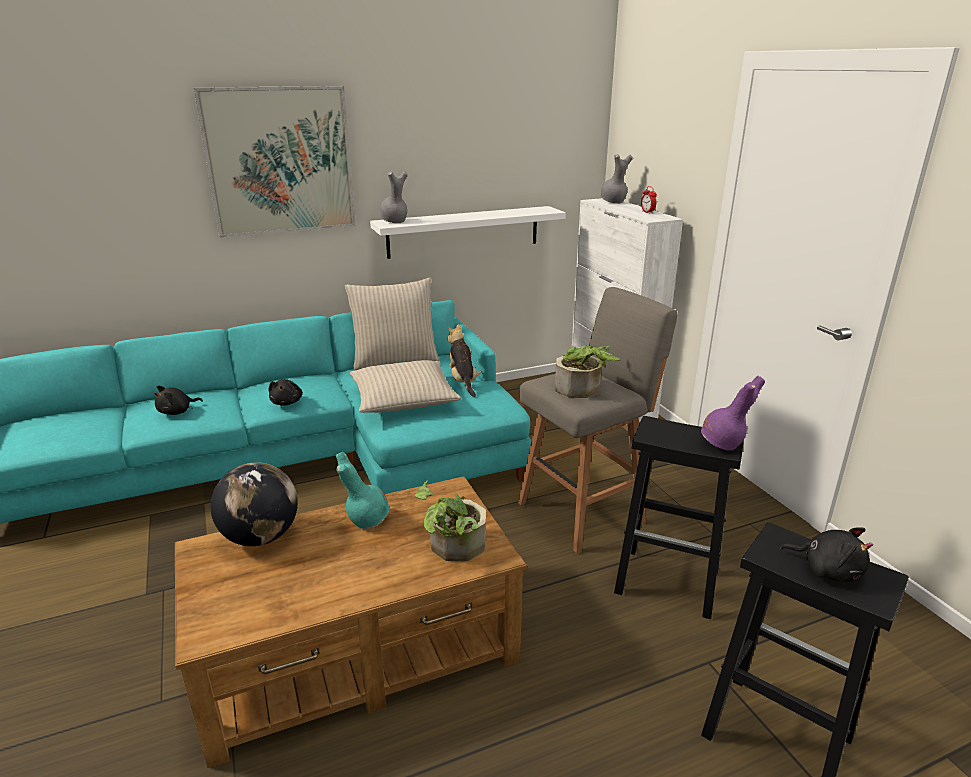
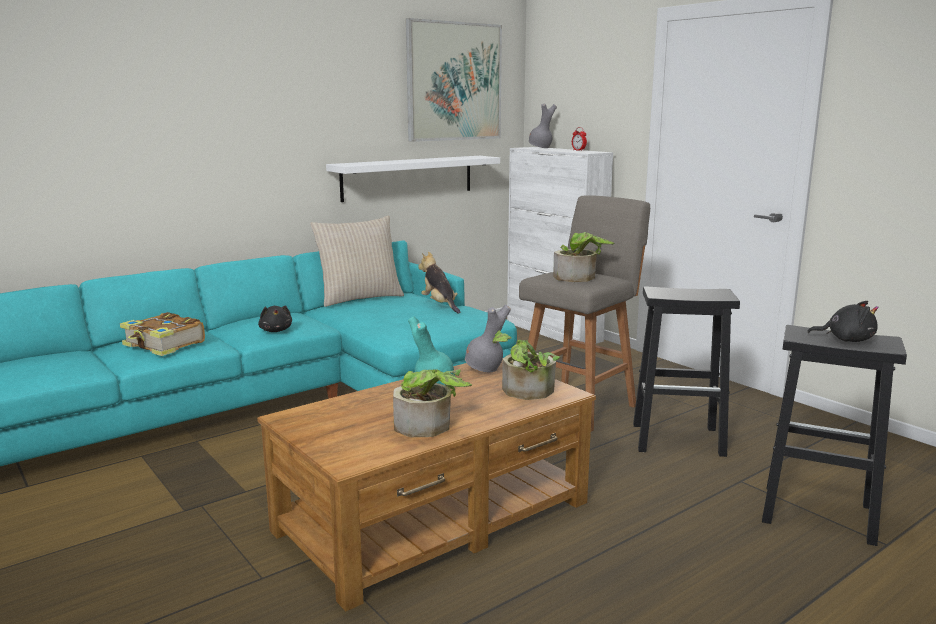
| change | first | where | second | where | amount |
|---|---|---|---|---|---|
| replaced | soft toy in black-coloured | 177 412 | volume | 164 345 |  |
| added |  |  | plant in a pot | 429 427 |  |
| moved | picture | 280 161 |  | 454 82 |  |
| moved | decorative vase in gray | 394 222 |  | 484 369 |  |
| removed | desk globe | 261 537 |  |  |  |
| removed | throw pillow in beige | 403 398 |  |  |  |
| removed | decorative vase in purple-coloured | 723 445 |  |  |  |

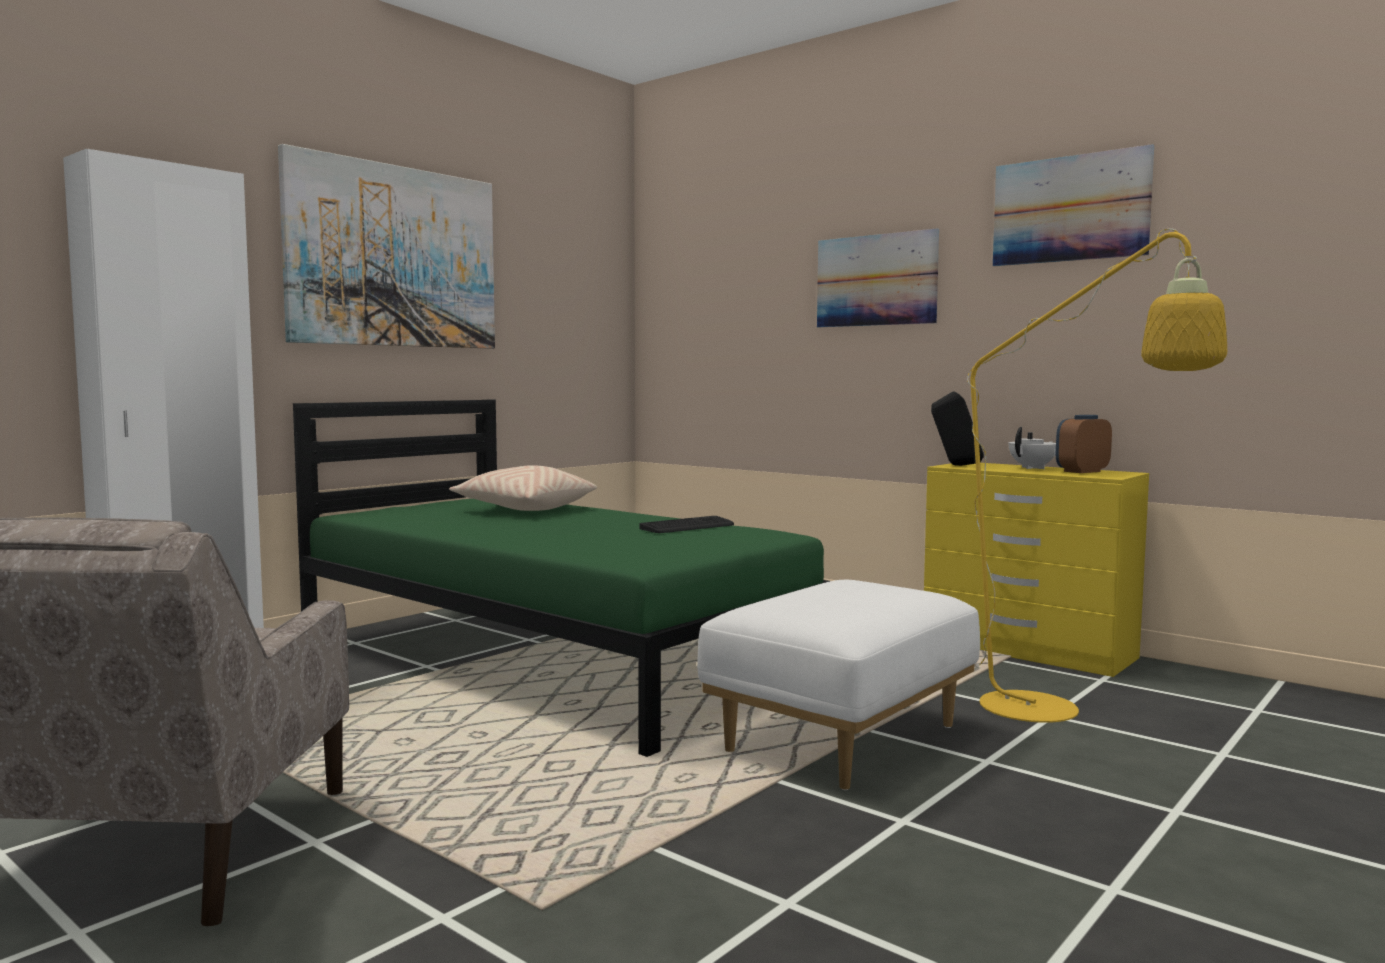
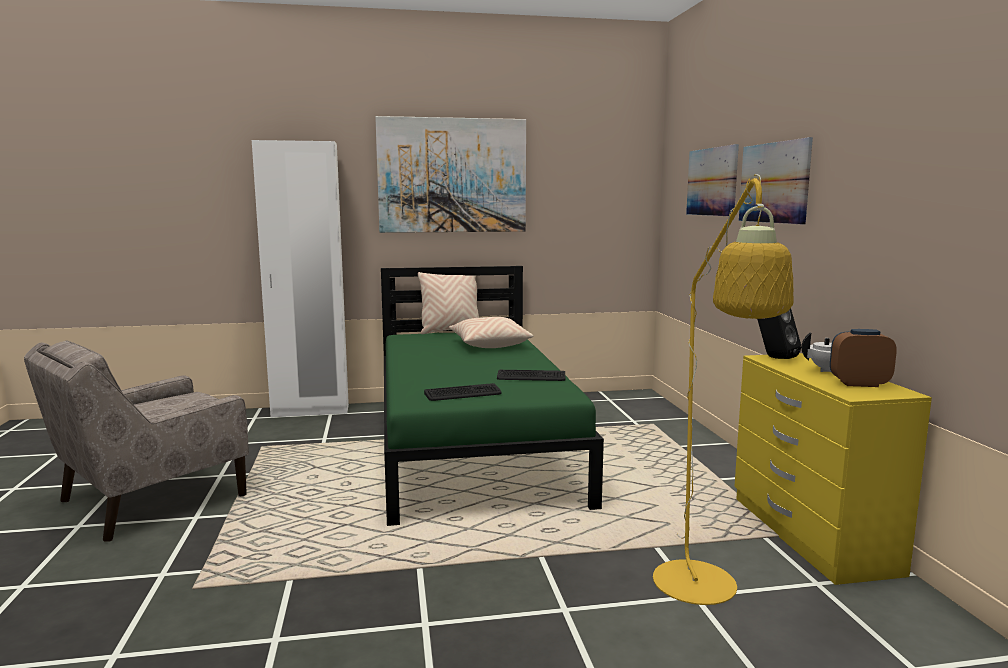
| change | first | where | second | where | amount |
|---|---|---|---|---|---|
| added |  |  | throw pillow in beige | 450 331 |  |
| added |  |  | keyboard | 463 394 |  |
| moved | picture | 1069 209 |  | 711 182 |  |
| removed | footrest in white-coloured | 841 738 |  |  |  |

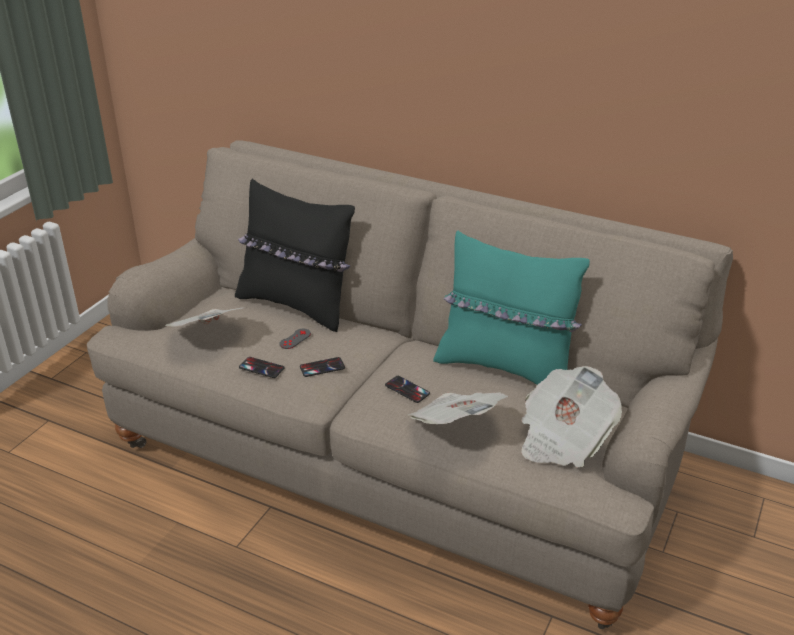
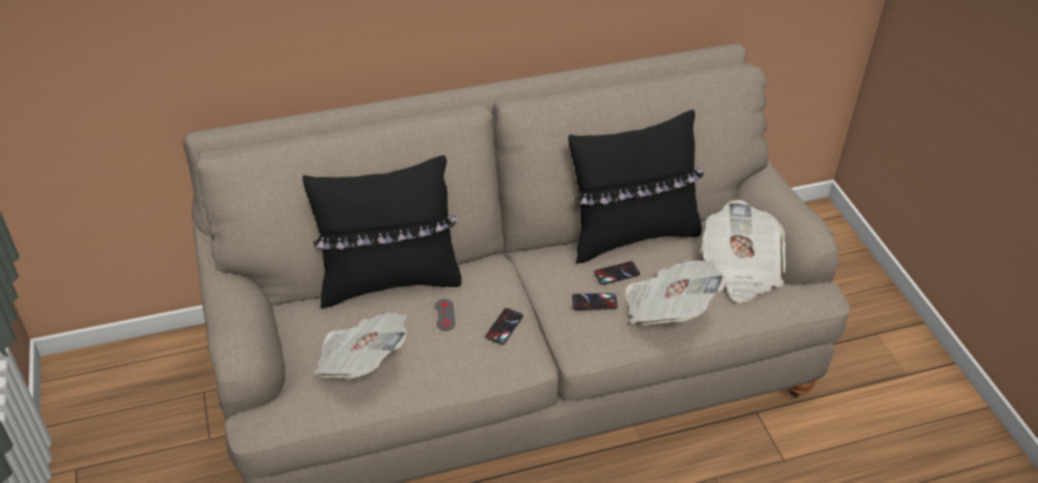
| change | first | where | second | where | amount |
|---|---|---|---|---|---|
| recoloured | throw pillow in blue-green | 505 367 | throw pillow in black-coloured | 631 235 |  |
| moved | telephone | 261 368 |  | 616 273 |  |

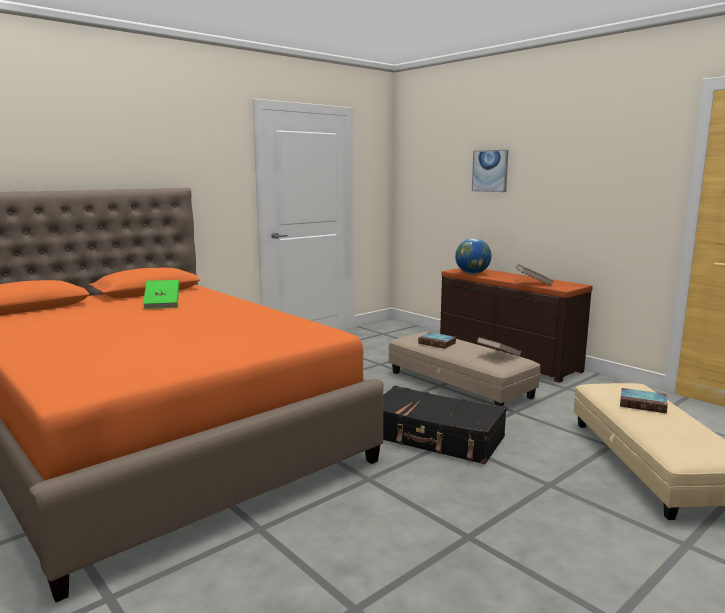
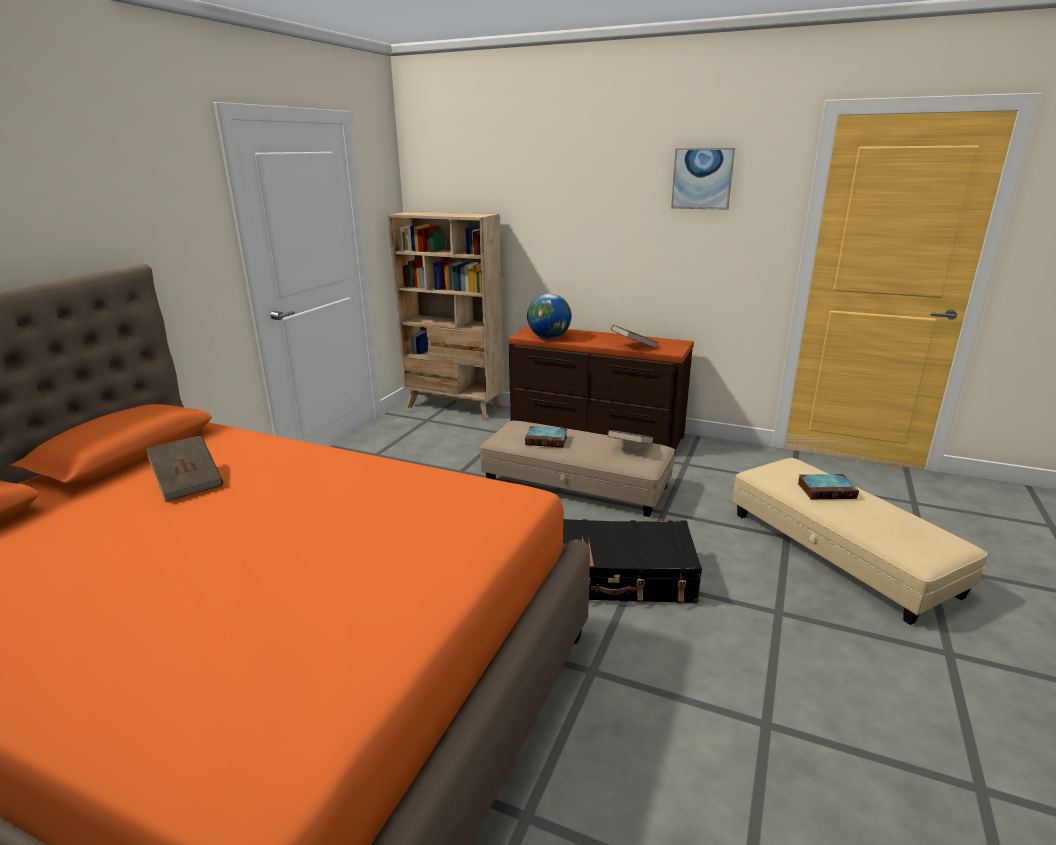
| change | first | where | second | where | amount |
|---|---|---|---|---|---|
| recoloured | volume in greenish | 162 304 | volume in brownish | 188 482 |  |
| added |  |  | shelving unit in beige | 454 407 |  |
| moved | picture | 490 171 |  | 702 178 |  |

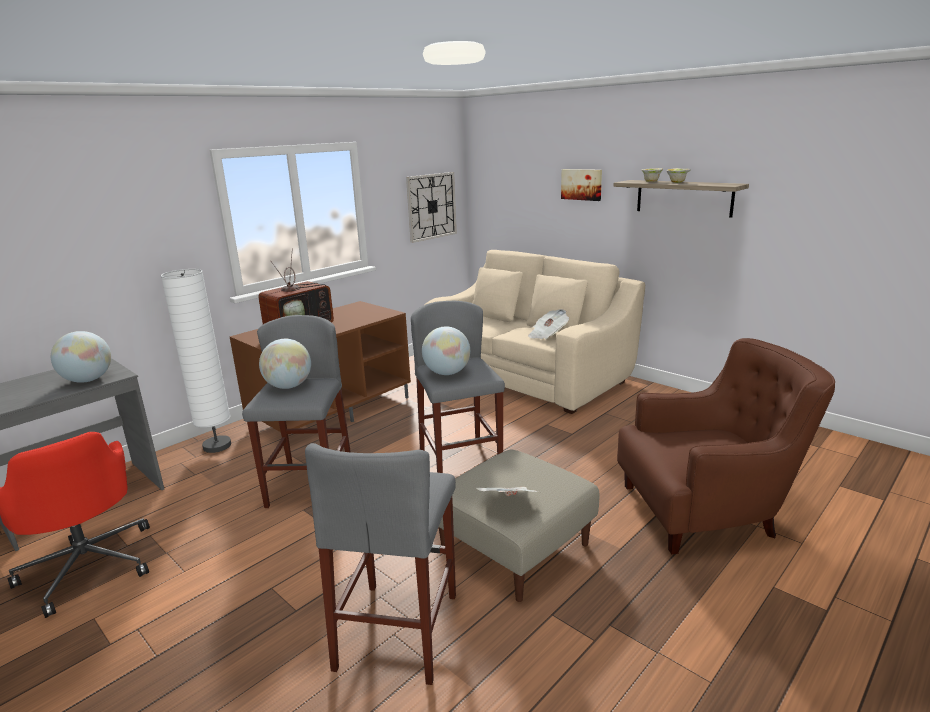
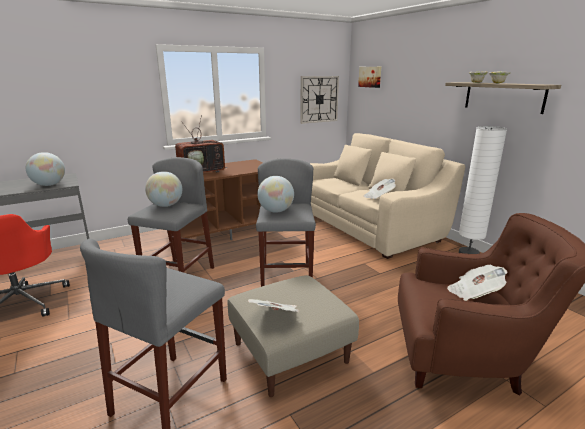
| change | first | where | second | where | amount |
|---|---|---|---|---|---|
| moved | picture | 582 184 |  | 370 77 |  |
| added |  |  | daily paper | 474 293 |  |
| moved | standing lamp in white-coloured | 217 446 |  | 468 253 |  |

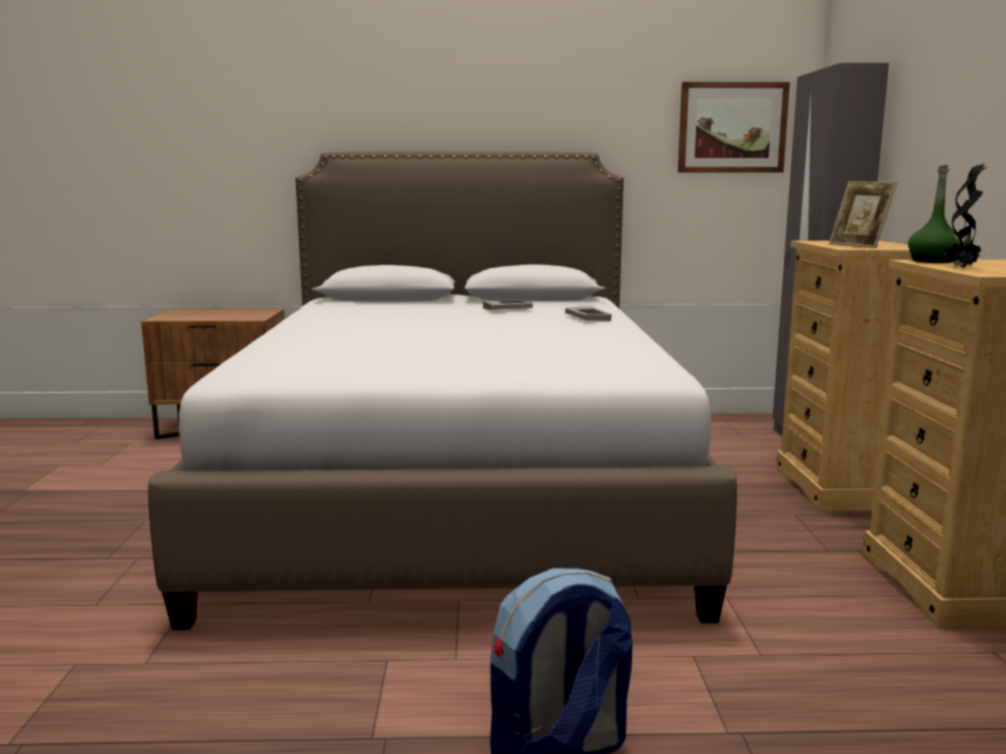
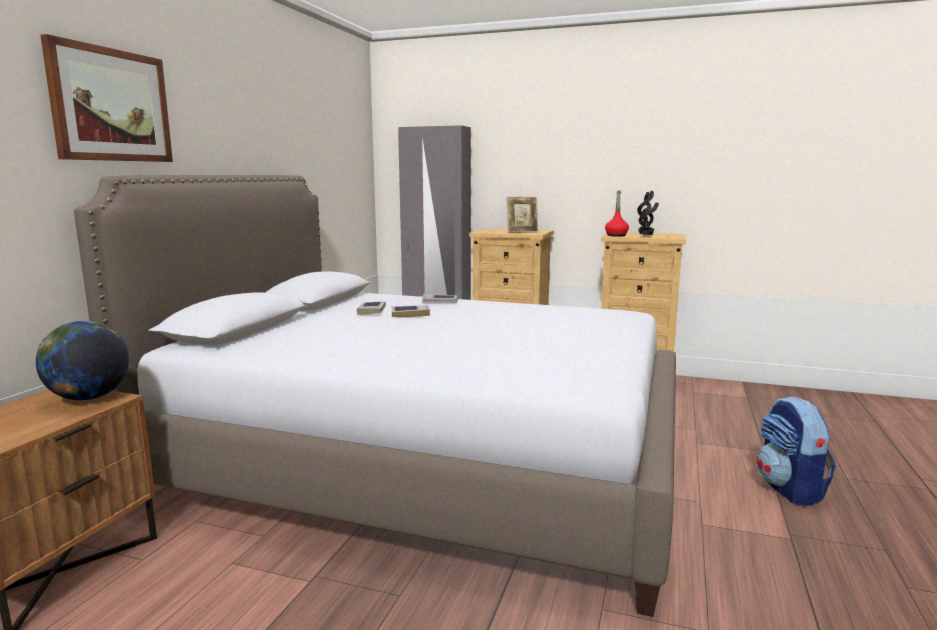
| change | first | where | second | where | amount |
|---|---|---|---|---|---|
| added |  |  | desk globe | 89 398 |  |
| moved | picture | 732 128 |  | 111 105 |  |
| added |  |  | volume | 410 314 |  |
| recoloured | beverage bottle in greenish | 932 261 | beverage bottle in reddish | 616 235 |  |

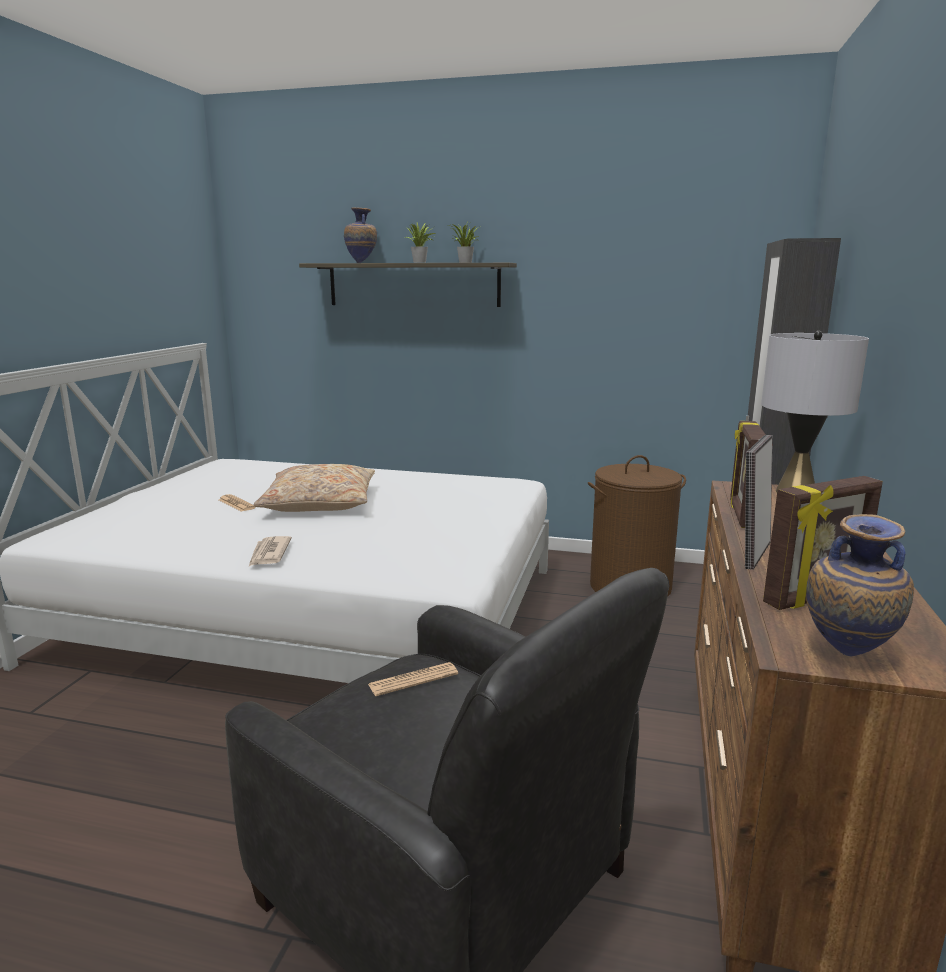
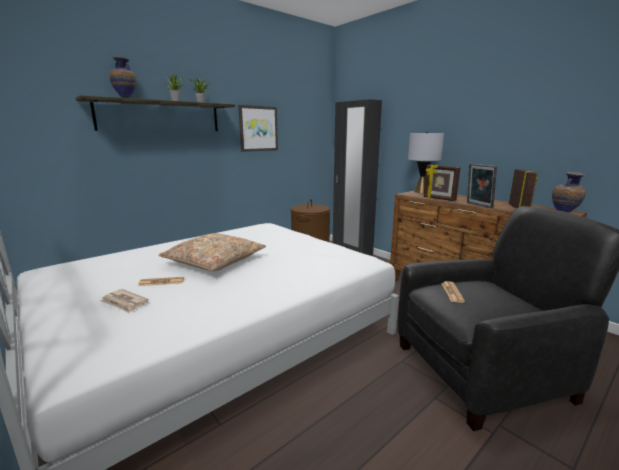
| change | first | where | second | where | amount |
|---|---|---|---|---|---|
| moved | daily paper | 269 554 |  | 124 302 |  |
| added |  |  | picture | 258 128 |  |

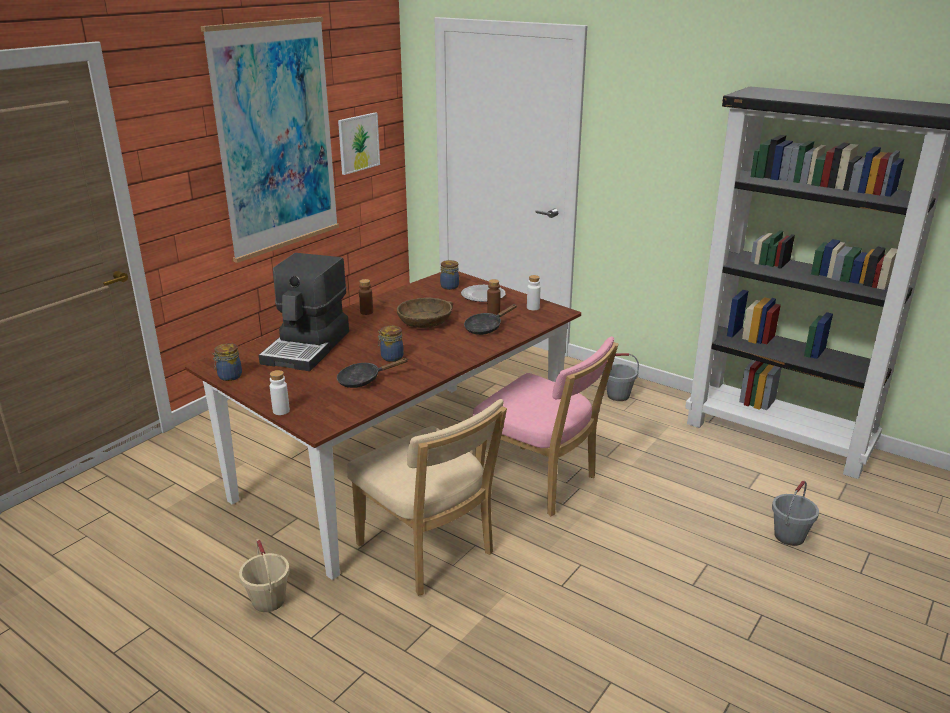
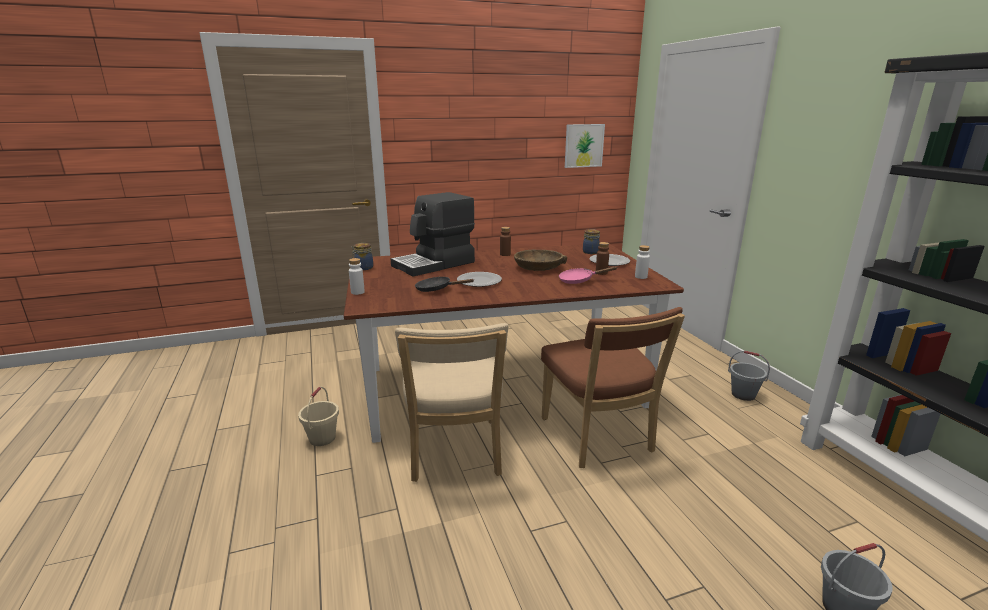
| change | first | where | second | where | amount |
|---|---|---|---|---|---|
| replaced | preserve jar | 391 357 | flat dish | 478 281 |  |
| recoloured | plain chair in pink-coloured | 541 483 | plain chair in brownish | 598 438 |  |
| recoloured | frying pan in black-coloured | 486 328 | frying pan in pink-coloured | 579 280 |  |
| removed | picture | 276 138 |  |  |  |

